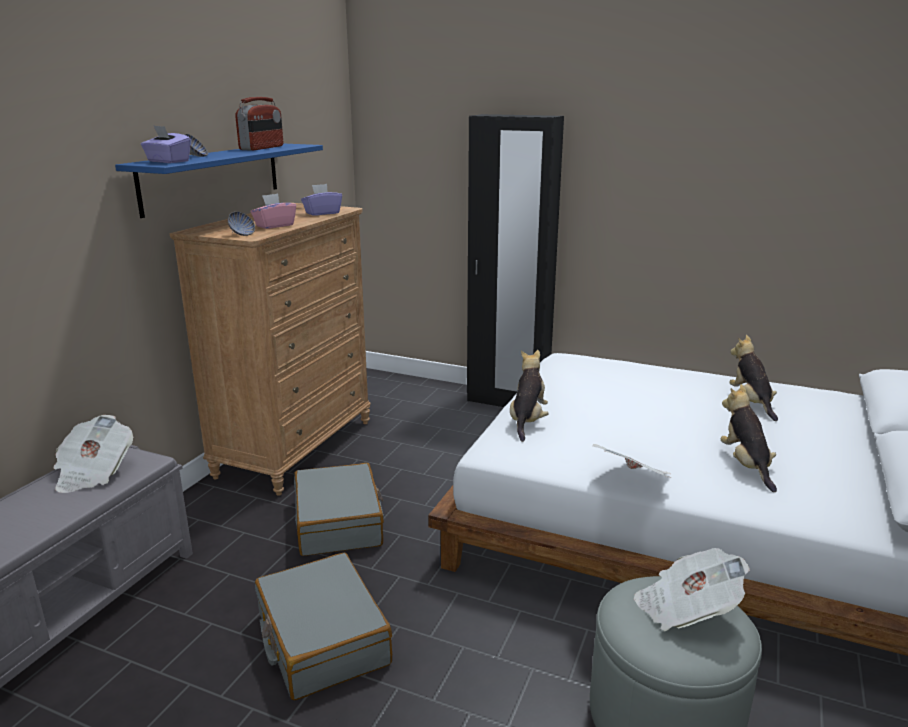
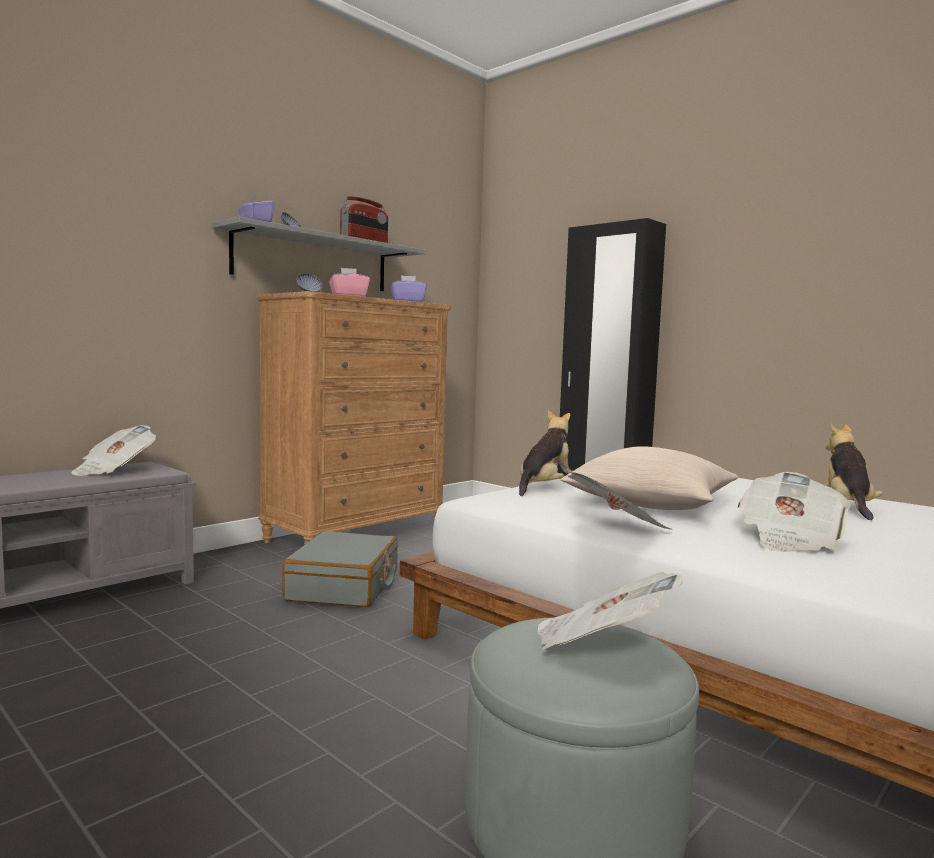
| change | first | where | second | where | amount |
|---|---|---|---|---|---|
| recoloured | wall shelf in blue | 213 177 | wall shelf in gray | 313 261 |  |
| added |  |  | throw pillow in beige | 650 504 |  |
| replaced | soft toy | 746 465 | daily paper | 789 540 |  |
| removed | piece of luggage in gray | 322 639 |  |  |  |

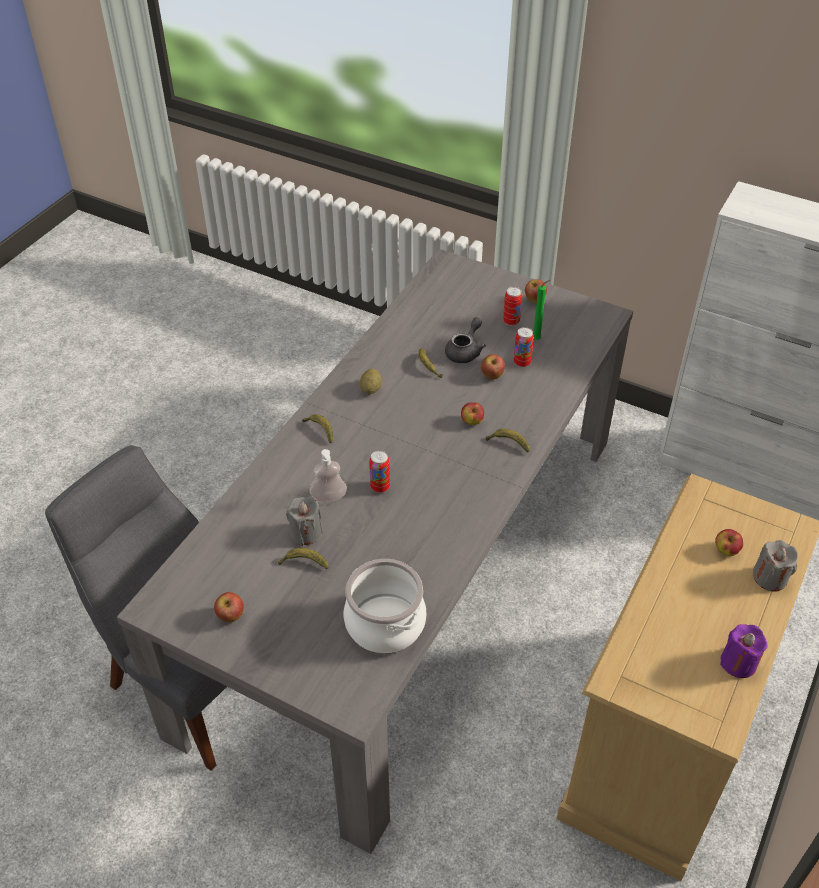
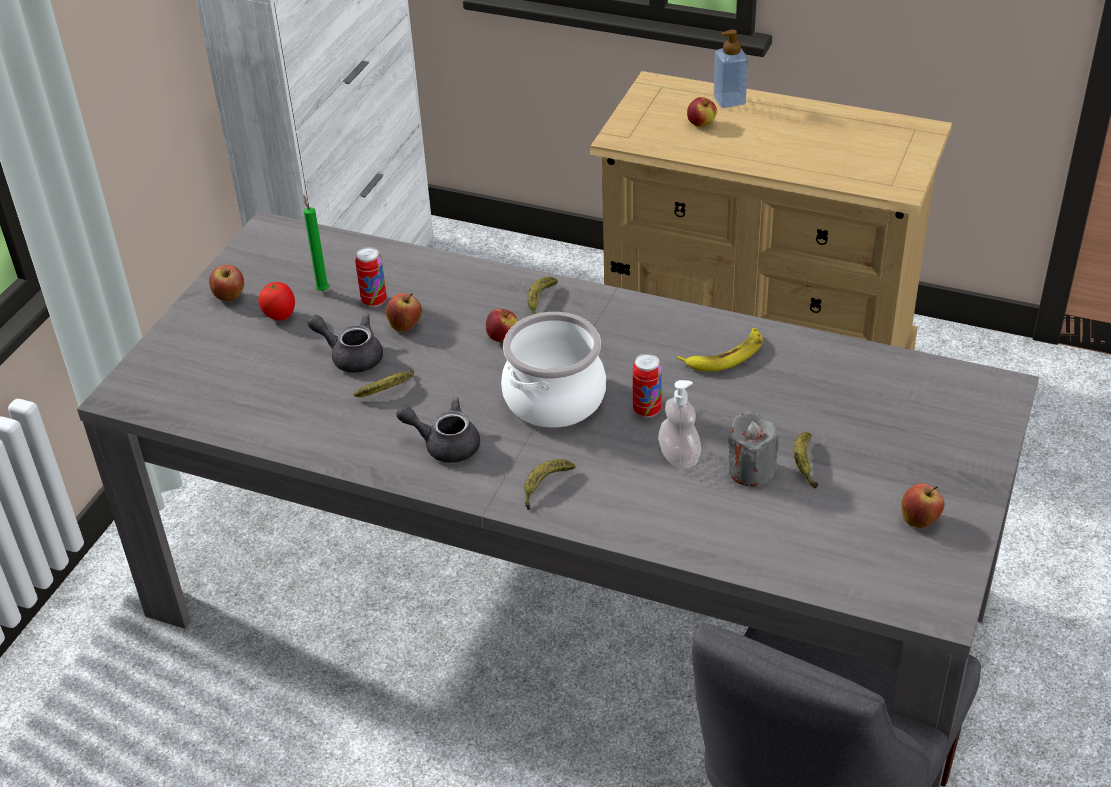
| change | first | where | second | where | amount |
|---|---|---|---|---|---|
| replaced | sealed can | 511 321 | whole tomato | 280 316 |  |
| replaced | potato | 371 389 | pot for tea in gray | 445 444 |  |
| moved | saucepot | 384 623 |  | 555 399 |  |
| added |  |  | banana | 725 355 |  |
| replaced | wax candle in gray | 770 578 | soap bottle | 729 100 |  |
| removed | wax candle in purple-coloured | 738 663 |  |  |  |

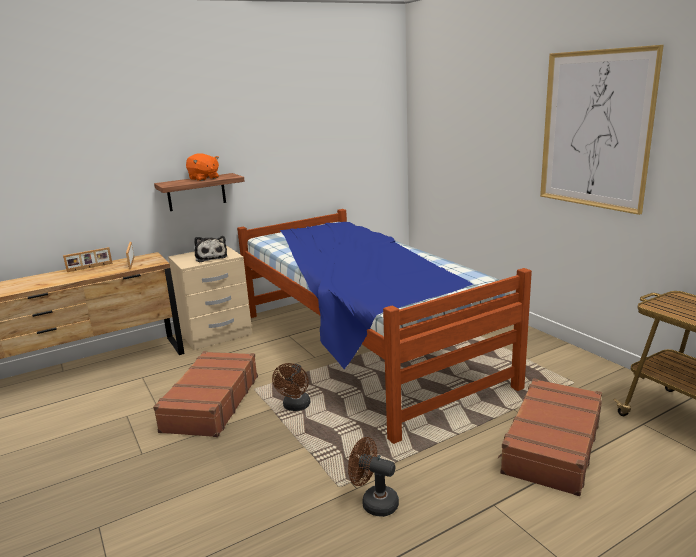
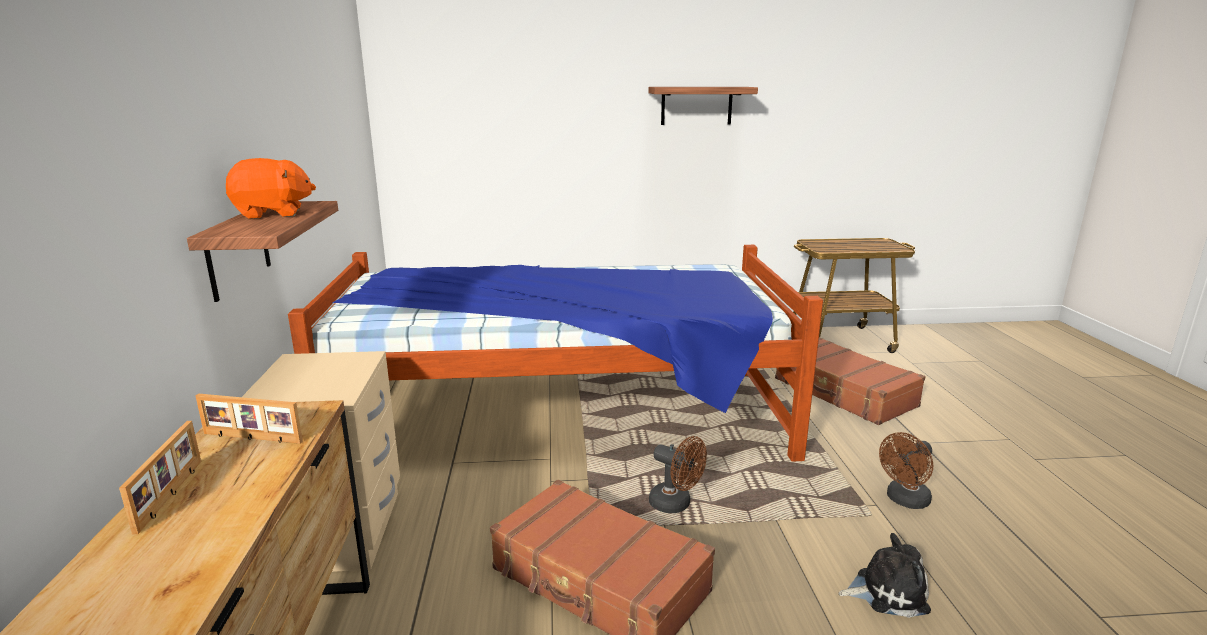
| change | first | where | second | where | amount |
|---|---|---|---|---|---|
| replaced | picture | 595 130 | wall shelf | 696 105 |  |
| moved | soft toy | 211 257 |  | 886 591 |  |

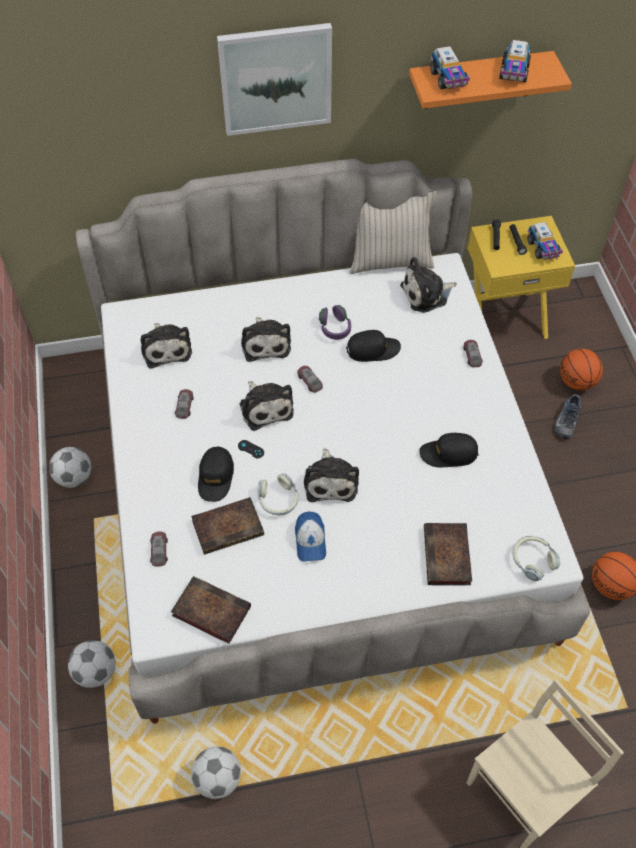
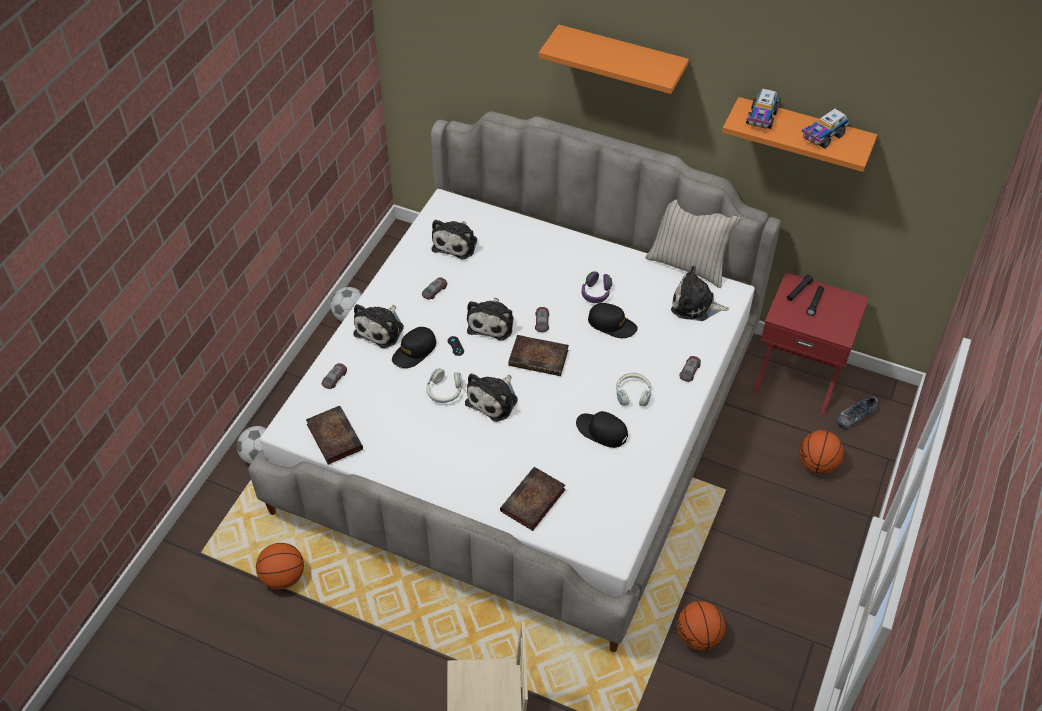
| change | first | where | second | where | amount |
|---|---|---|---|---|---|
| replaced | ball for football | 218 779 | ball for basketball | 282 577 |  |
| moved | soft toy | 265 343 |  | 381 329 |  |
| moved | volume | 229 527 |  | 540 358 |  |
| replaced | picture | 276 78 | wall shelf in orange | 621 60 |  |
| moved | headset | 532 560 |  | 633 394 |  |
| recoloured | night table in yellowish | 504 317 | night table in reddish | 798 378 |  |
| moved | shoe | 566 420 |  | 854 415 |  |
| removed | baseball cap | 310 540 |  |  |  |
| removed | toy truck | 543 249 |  |  |  |

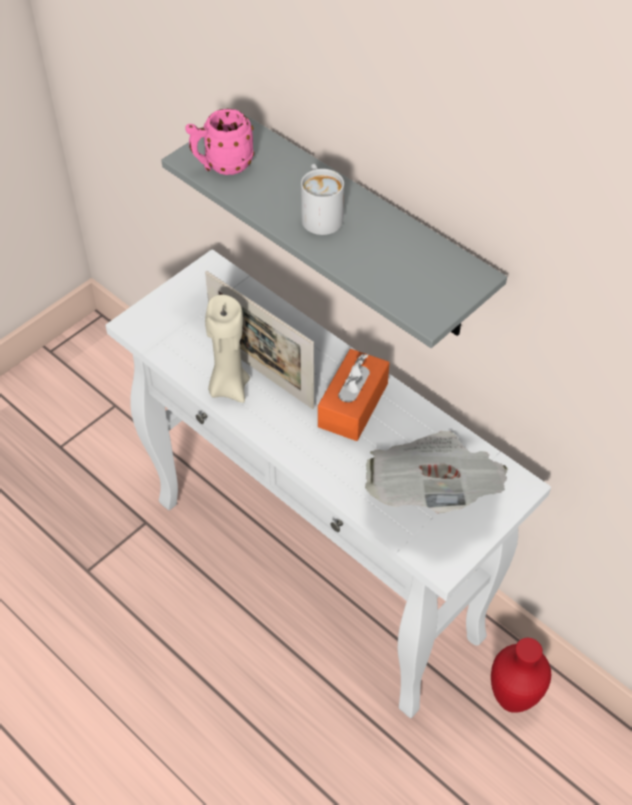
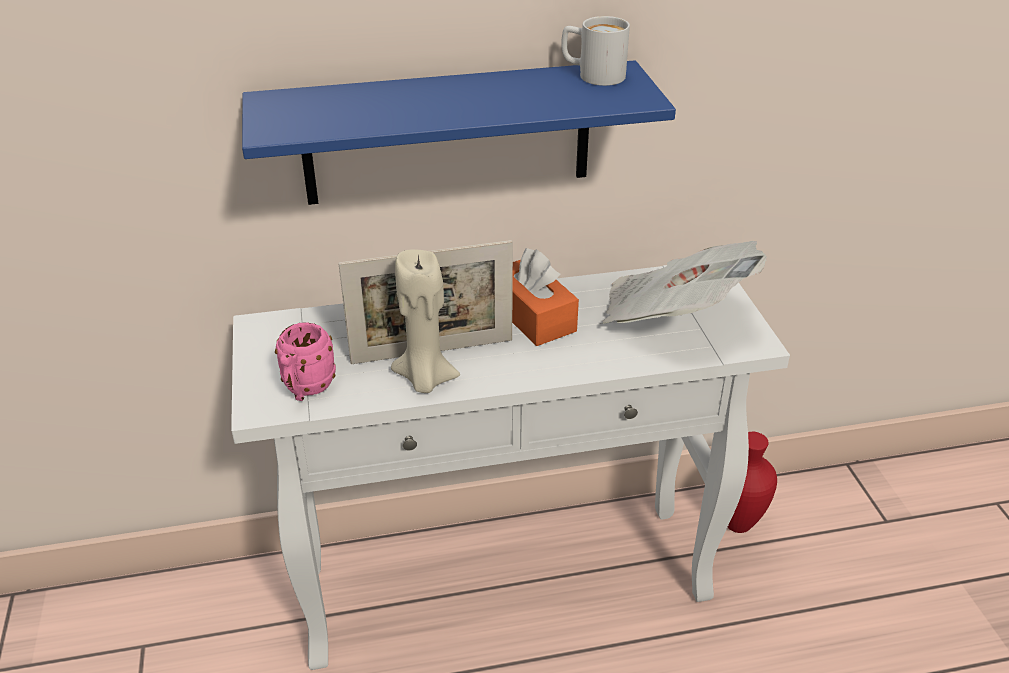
| change | first | where | second | where | amount |
|---|---|---|---|---|---|
| recoloured | wall shelf in gray | 362 229 | wall shelf in blue | 447 134 |  |
| moved | mug in pink-coloured | 222 166 |  | 306 389 |  |
| moved | mug in white-coloured | 319 214 |  | 592 75 |  |

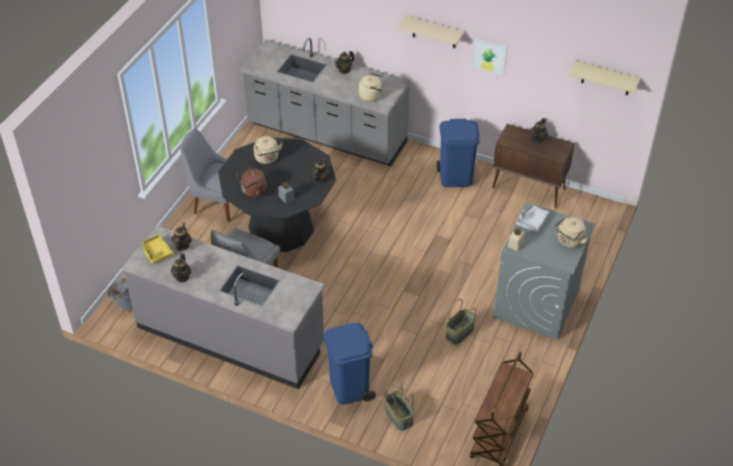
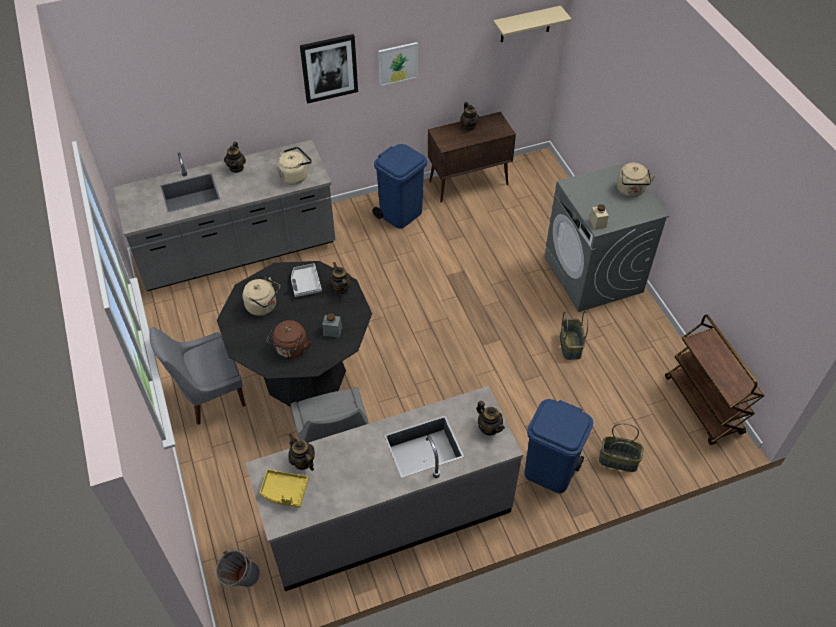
| change | first | where | second | where | amount |
|---|---|---|---|---|---|
| moved | serving tray in gray | 532 221 |  | 305 284 |  |
| replaced | wall shelf in beige | 434 32 | picture | 329 68 |  |
| moved | pot for tea | 182 277 |  | 489 428 |  |

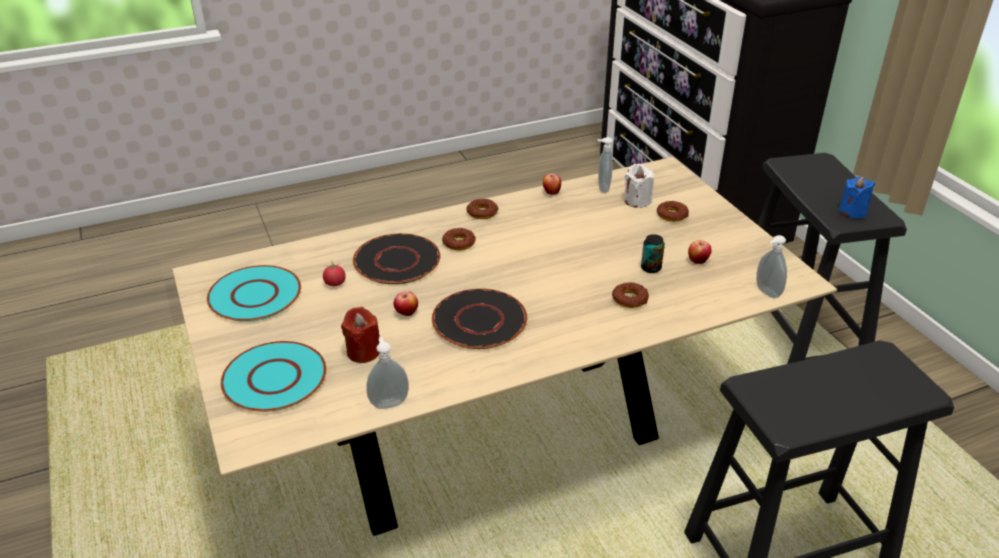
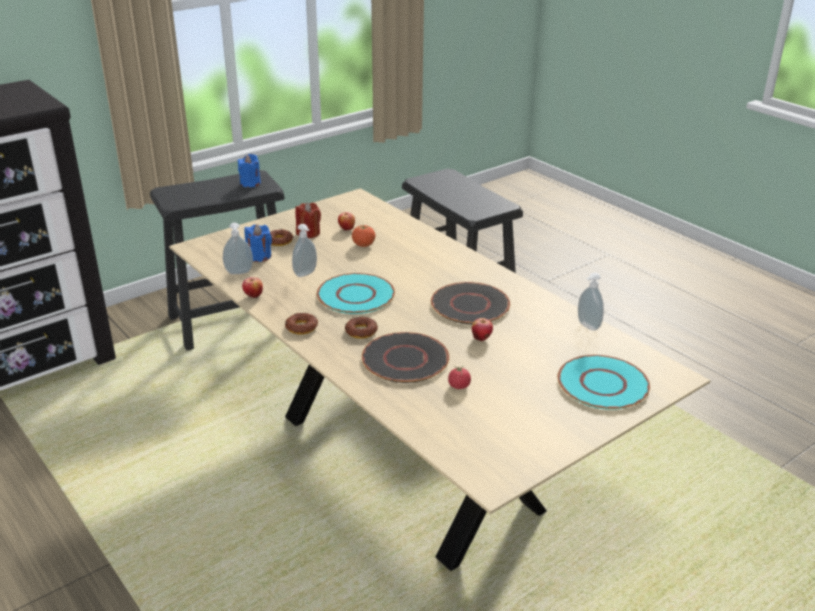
| change | first | where | second | where | amount |
|---|---|---|---|---|---|
| recoloured | wax candle in white-coloured | 637 201 | wax candle in blue | 259 256 |  |
| moved | soap bottle | 766 292 |  | 306 274 |  |
| moved | wax candle in reddish | 363 352 |  | 308 233 |  |
| moved | flat dish in blue-green | 254 295 |  | 356 295 |  |
| replaced | sealed can | 651 268 | whole tomato | 363 245 |  |
| removed | doughnut | 630 299 |  |  |  |

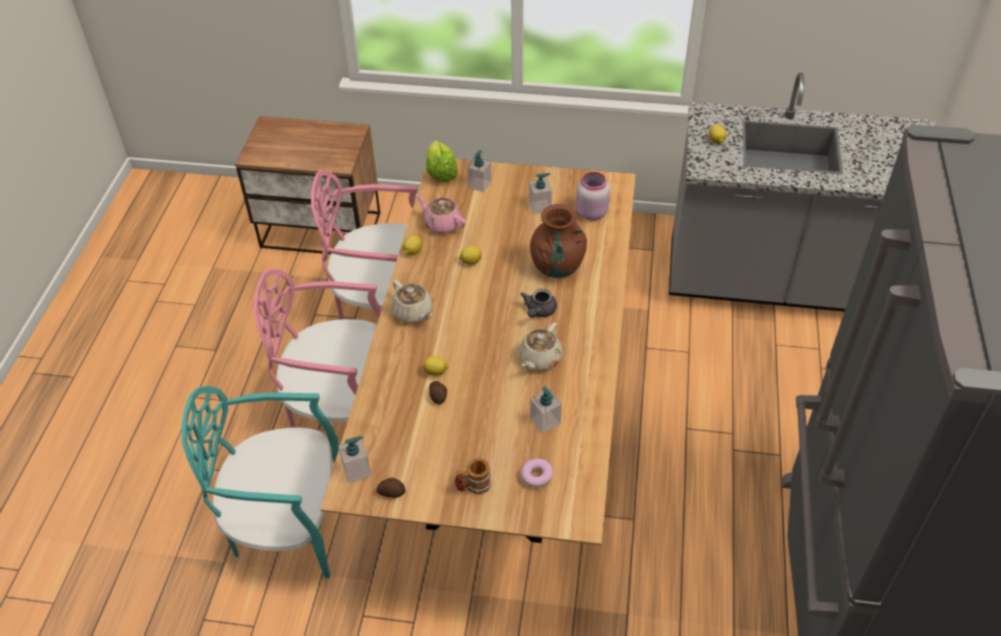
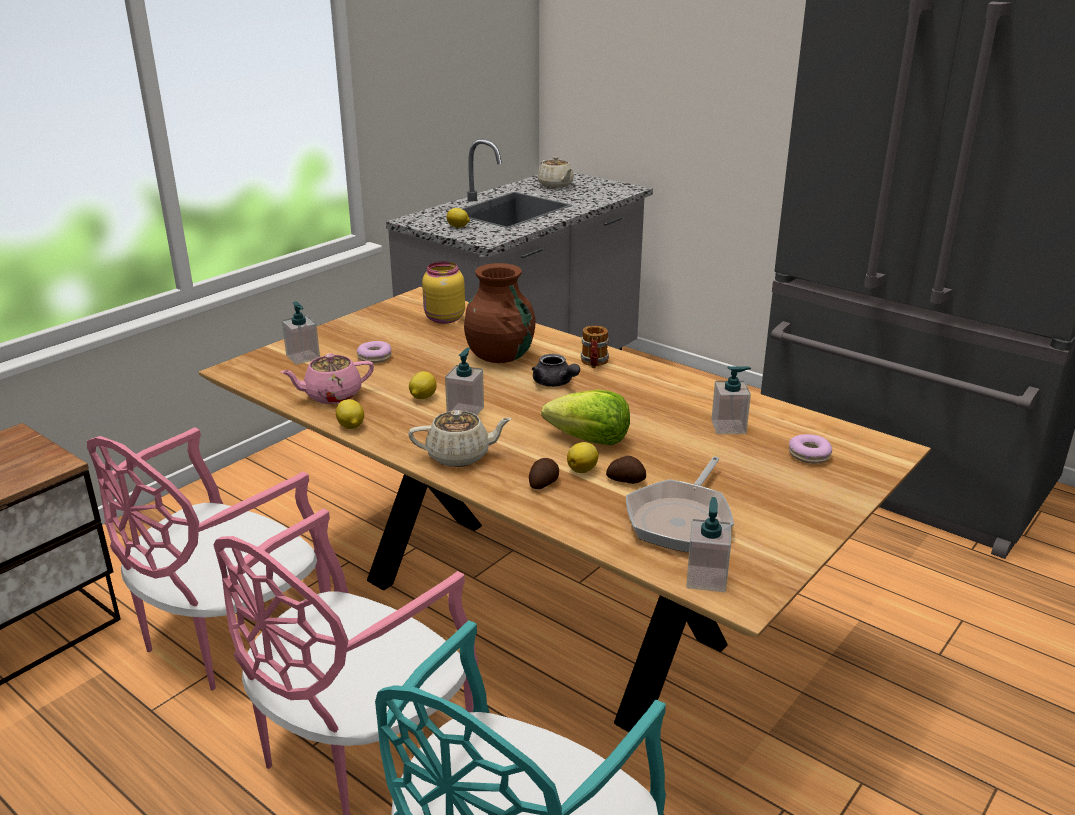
| change | first | where | second | where | amount |
|---|---|---|---|---|---|
| added |  |  | doughnut | 374 357 |  |
| recoloured | preserve jar in pink-coloured | 590 212 | preserve jar in yellowish | 443 319 |  |
| moved | soap bottle | 540 207 |  | 465 411 |  |
| moved | potato | 391 492 |  | 543 483 |  |
| moved | pot for tea in beige | 539 359 |  | 556 185 |  |
| moved | head of lettuce | 441 173 |  | 589 440 |  |
| moved | mug | 473 486 |  | 594 363 |  |
| added |  |  | frying pan | 681 519 |  |

